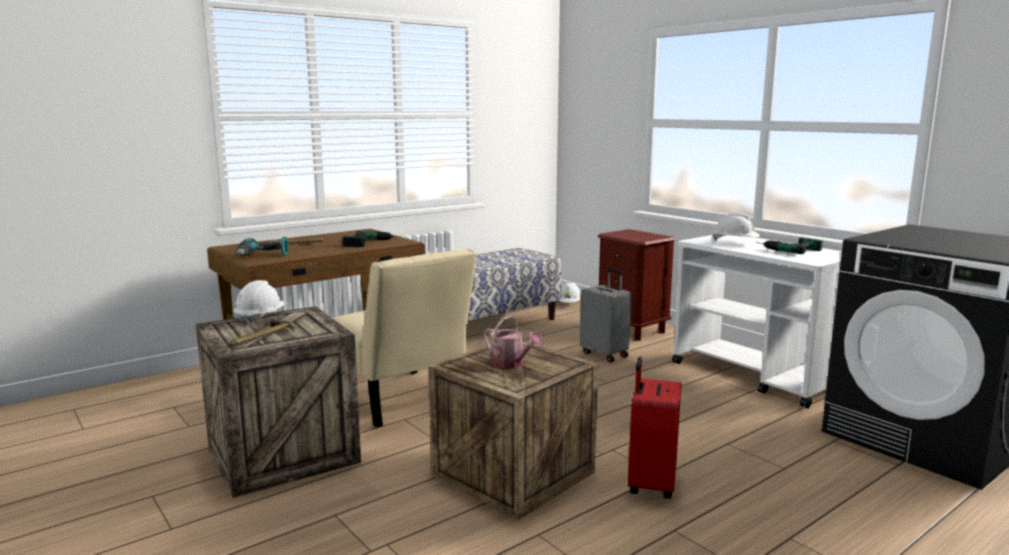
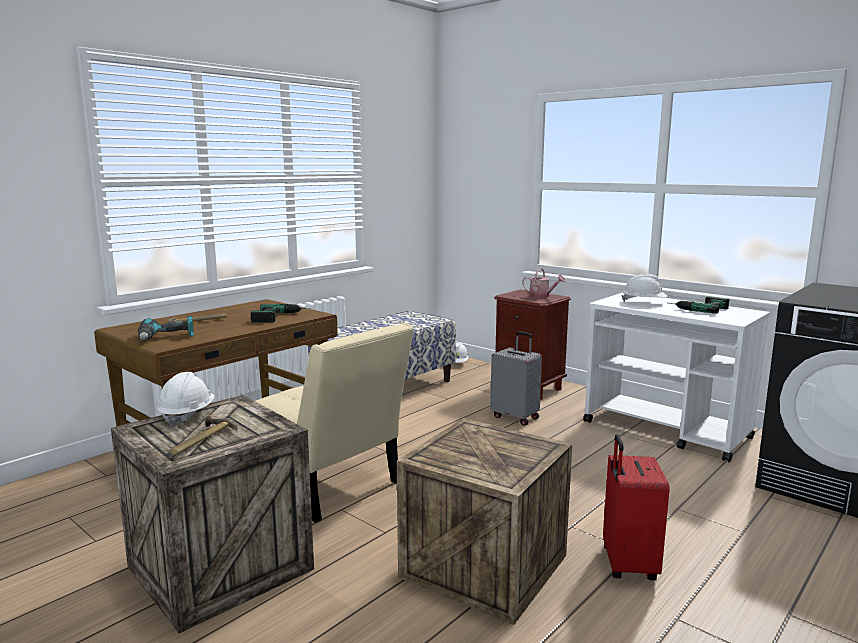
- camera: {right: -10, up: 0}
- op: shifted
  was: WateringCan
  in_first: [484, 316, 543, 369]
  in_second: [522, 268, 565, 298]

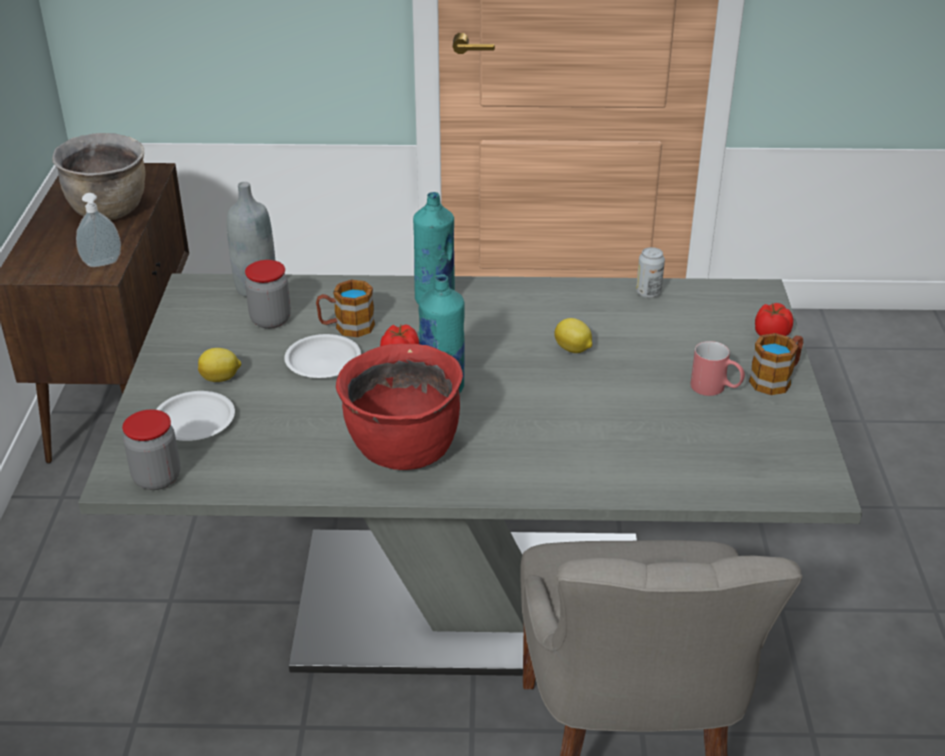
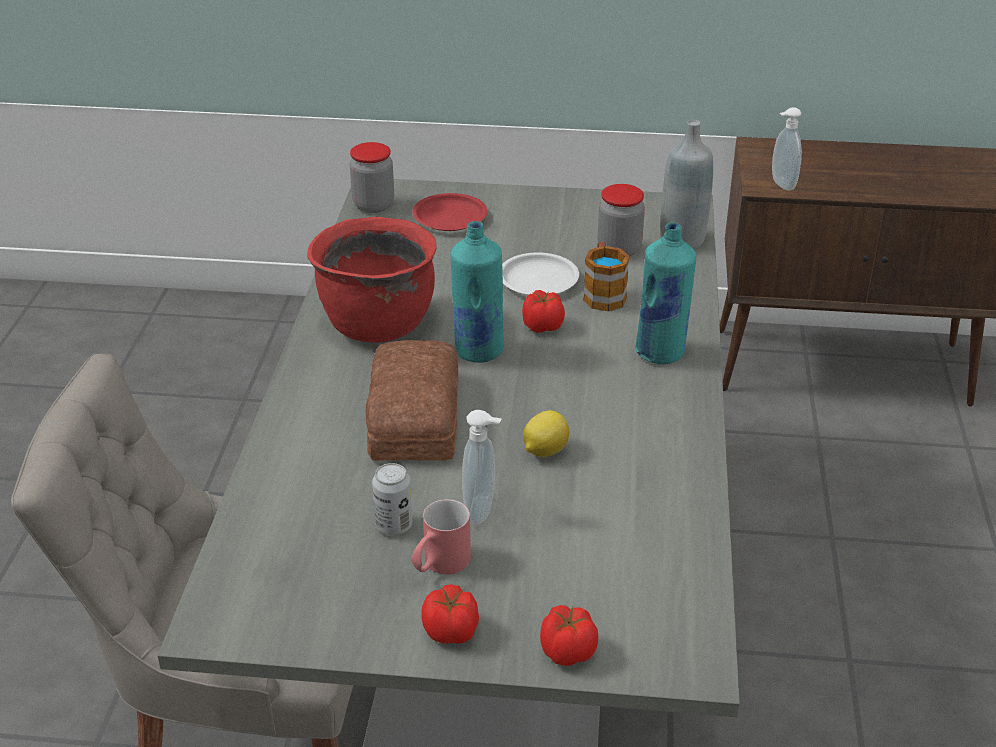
- camera: {right: 95, up: 0}
- op: new
  now: Bread
  in_second: [366, 340, 458, 461]
- op: shifted
  was: Can
  in_first: [636, 247, 665, 298]
  in_second: [372, 463, 413, 535]
- op: repainted
  was: WhitePlate
  now: RedPlate
  in_first: [156, 391, 235, 441]
  in_second: [412, 193, 488, 231]
- op: swapped
  was: Mug
  now: Tomato
  in_first: [749, 333, 803, 395]
  in_second: [421, 584, 479, 644]
- op: new
  now: SoapDispenser
  in_second: [462, 410, 502, 525]
- op: gone
  was: BrownCookingPot
  in_first: [52, 133, 145, 220]
- op: gone
  was: Lemon
  in_first: [198, 348, 241, 382]

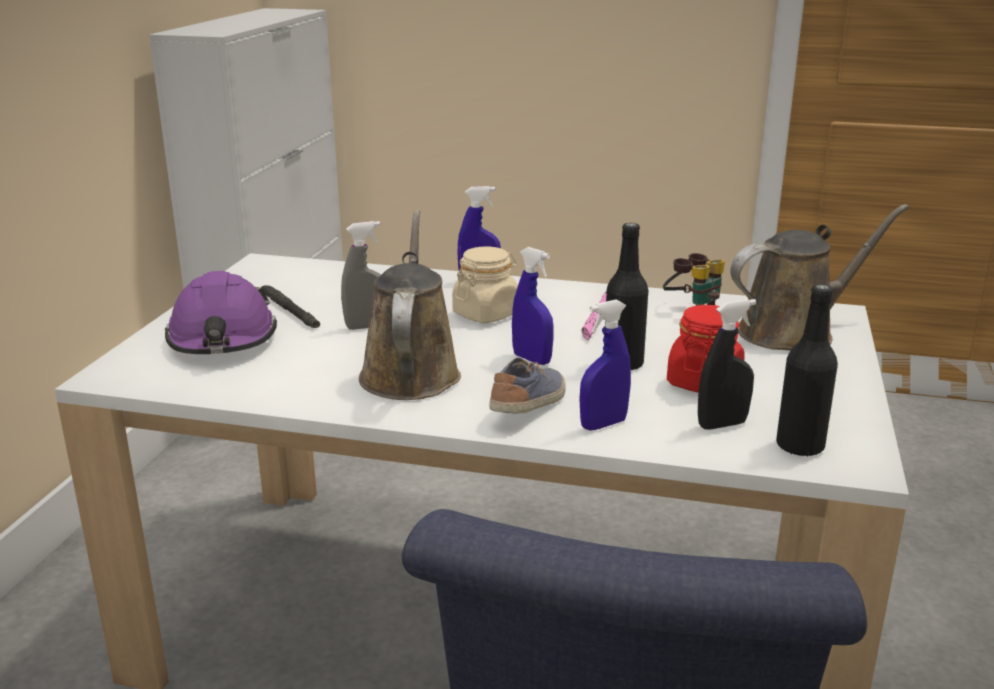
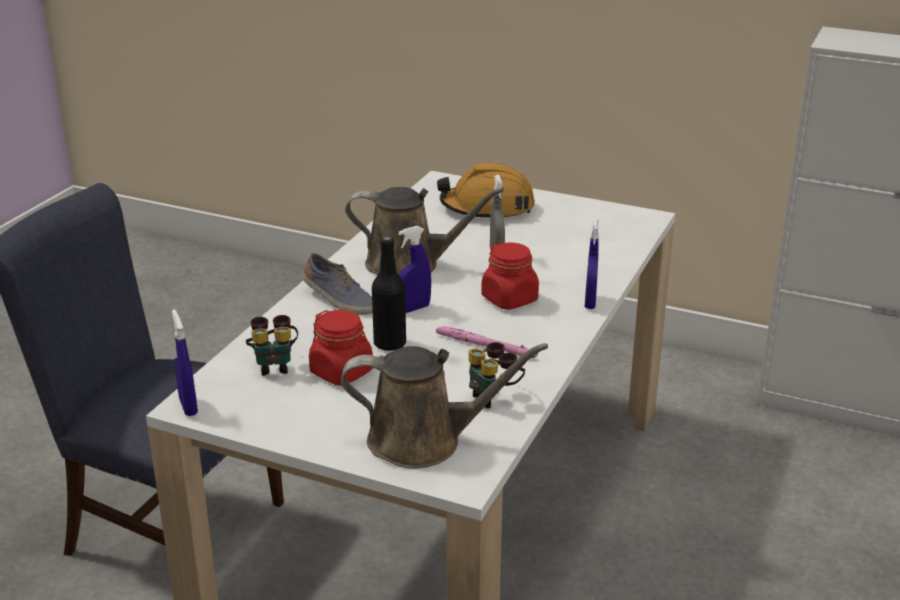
- camera: {right: 100, up: 5}
- op: shifted
  was: BlueSprayBottle
  in_first: [579, 299, 631, 431]
  in_second: [172, 309, 198, 416]
- op: swapped
  was: BlackSprayBottle
  now: Binoculars
  in_first: [698, 299, 756, 430]
  in_second: [246, 315, 298, 376]
- op: rotated
  was: BrownWateringCan
  in_first: [730, 204, 909, 351]
  in_second: [341, 343, 548, 469]
  clockwise: -75
- op: repainted
  was: PurpleHardHat
  now: OrangeHardHat
  in_first: [165, 271, 277, 354]
  in_second: [437, 163, 535, 218]
- op: repainted
  was: BeigeJar
  now: RedJar
  in_first: [452, 247, 518, 323]
  in_second: [481, 242, 539, 310]
- op: gone
  was: BlackFlashlight
  in_first: [261, 285, 320, 328]
- op: gone
  was: BlackBottle
  in_first: [776, 284, 838, 457]

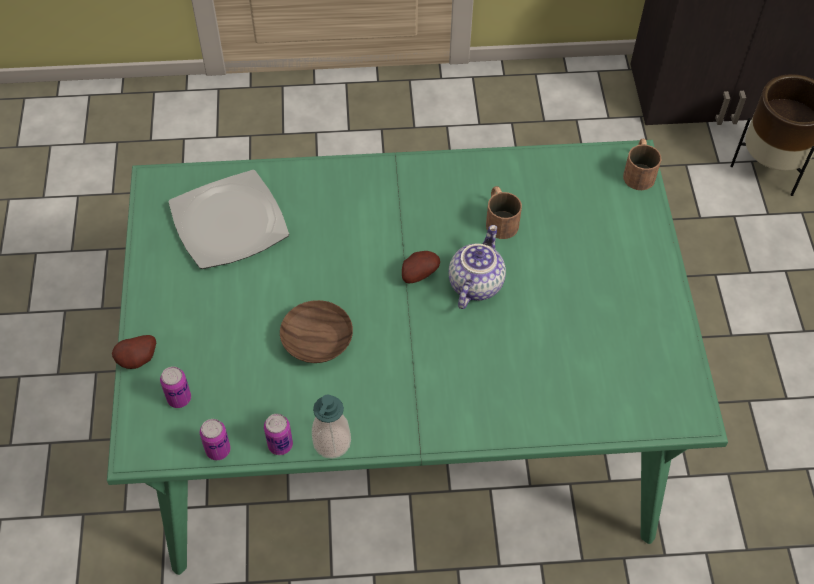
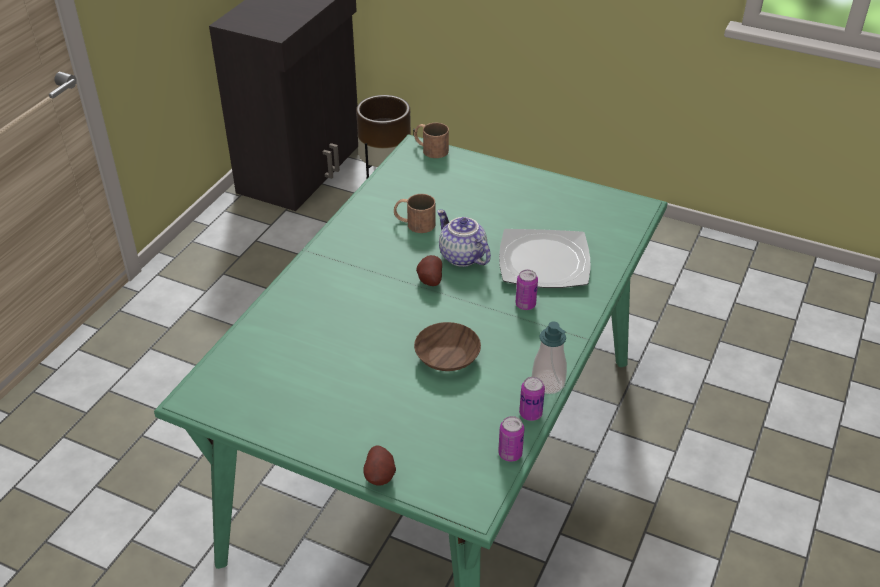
- camera: {right: -60, up: -15}
- op: shifted
  was: Plate
  in_first: [168, 170, 289, 269]
  in_second: [499, 229, 590, 288]
- op: shifted
  was: Can
  in_first: [160, 366, 191, 408]
  in_second: [515, 270, 538, 310]

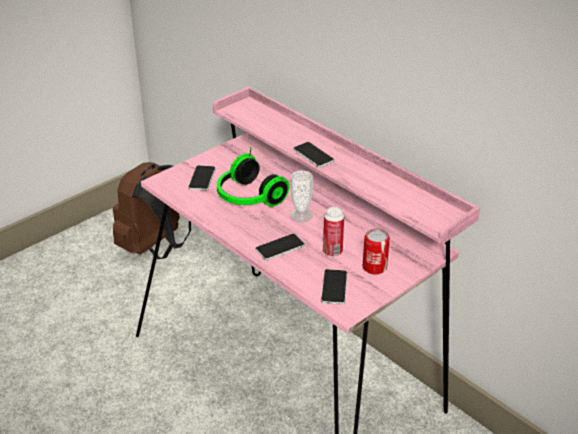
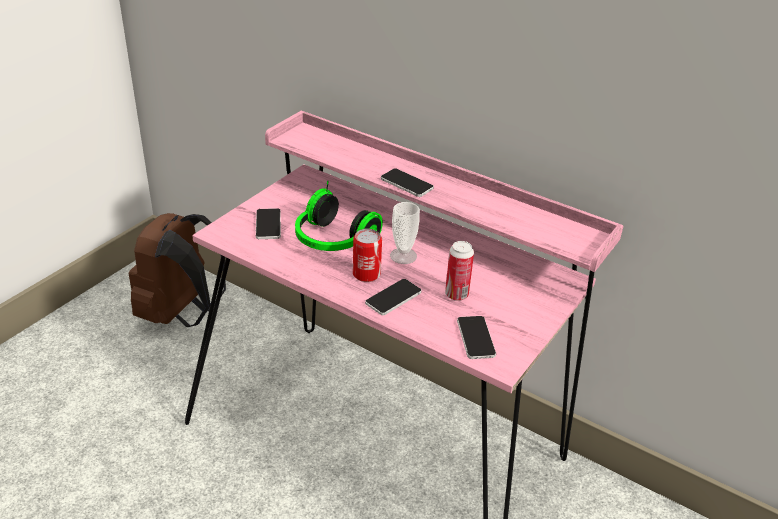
- camera: {right: -15, up: 0}
- op: shifted
  was: Can
  in_first: [363, 228, 390, 275]
  in_second: [353, 229, 382, 282]

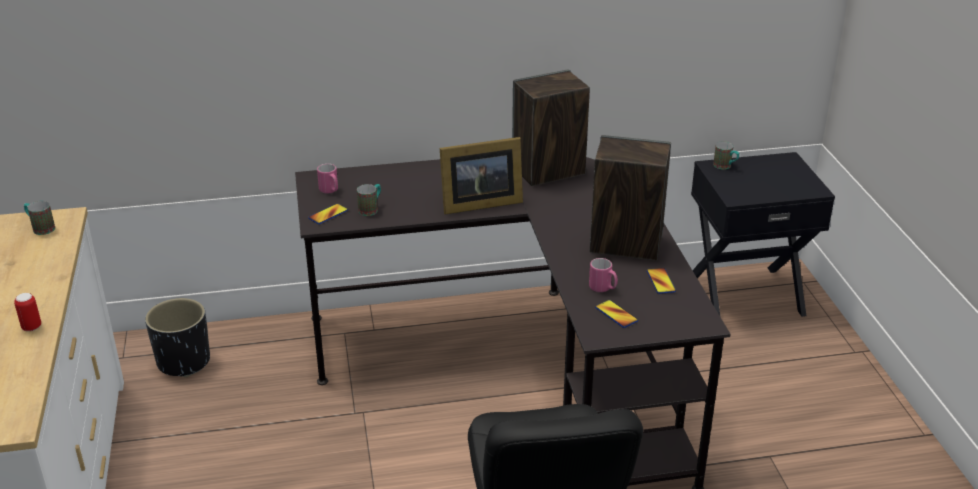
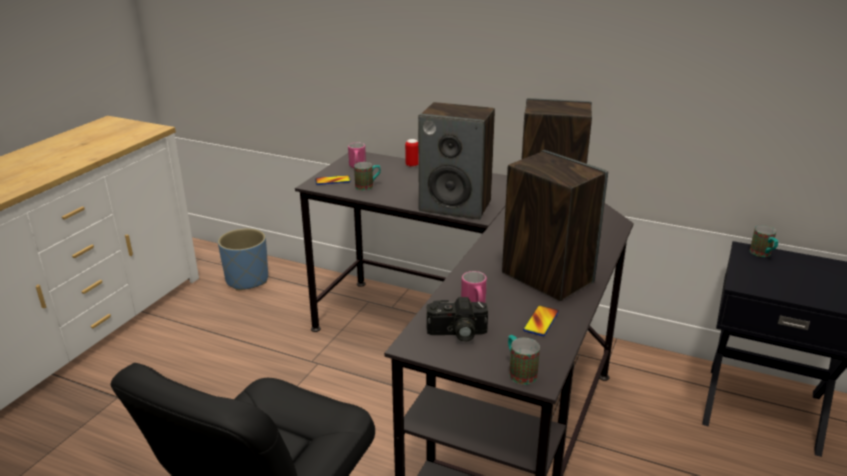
- camera: {right: 35, up: -5}
- op: repainted
  was: BlackPlanter
  now: BluePlanter
  in_first: [145, 298, 210, 378]
  in_second: [218, 228, 268, 291]
- op: shifted
  was: Can
  in_first: [14, 293, 41, 331]
  in_second: [405, 139, 418, 167]
- op: swapped
  was: PictureFrame
  now: Speaker
  in_first: [440, 137, 523, 214]
  in_second: [418, 102, 495, 220]
- op: swapped
  was: Phone
  now: PhotoCamera
  in_first: [595, 300, 638, 328]
  in_second: [426, 297, 488, 342]
- op: shifted
  was: Mug
  in_first: [24, 201, 55, 235]
  in_second: [508, 335, 540, 384]

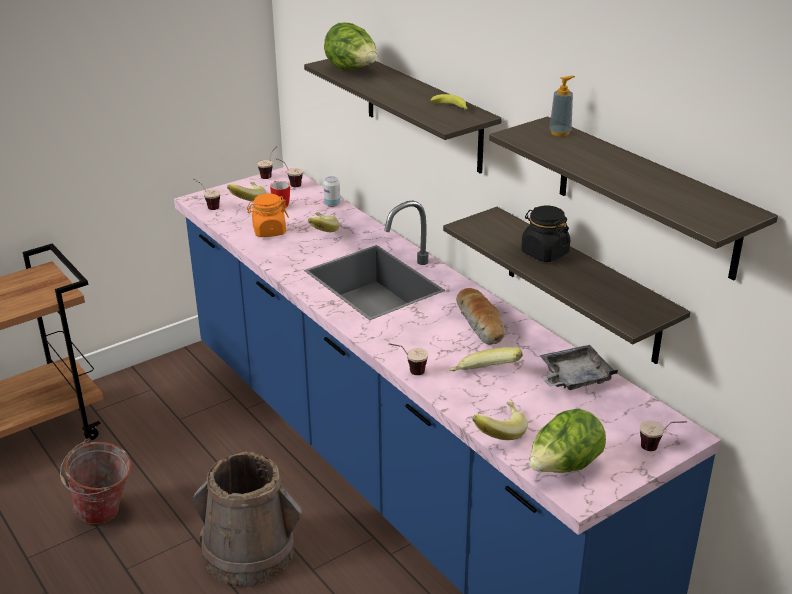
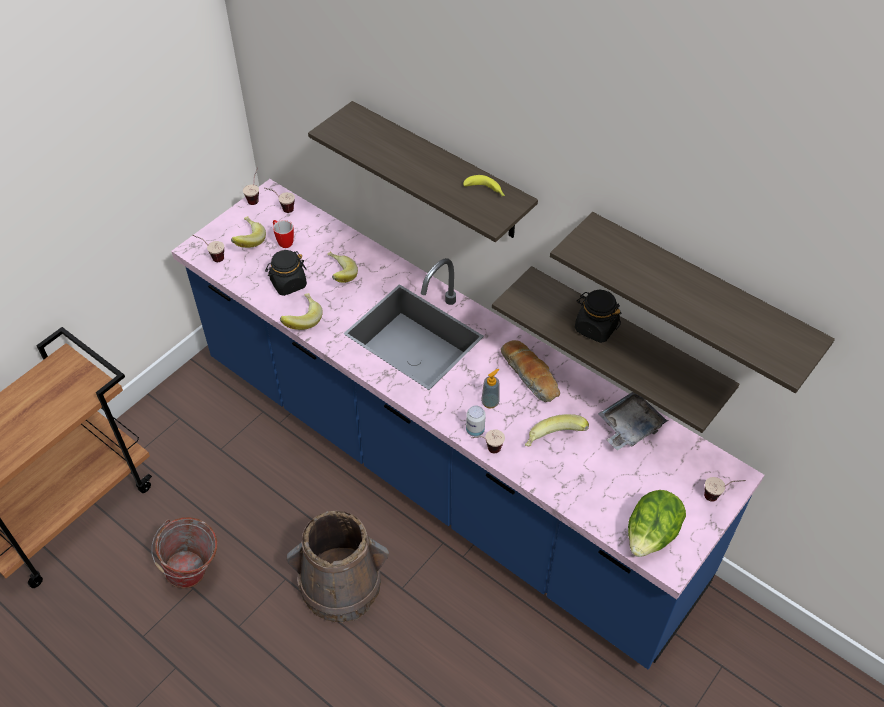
- camera: {right: -15, up: 20}
- op: repainted
  was: OrangeJar
  now: BlackJar
  in_first: [247, 193, 289, 237]
  in_second: [265, 250, 307, 296]
- op: shifted
  was: Banana
  in_first: [472, 401, 528, 440]
  in_second: [280, 293, 323, 330]
- op: shifted
  was: Can
  in_first: [324, 176, 340, 207]
  in_second: [466, 406, 486, 437]
- op: shifted
  was: SoapDispenser
  in_first: [549, 76, 575, 136]
  in_second: [481, 369, 500, 409]
- op: gone
  was: Lettuce
  in_first: [324, 23, 377, 70]

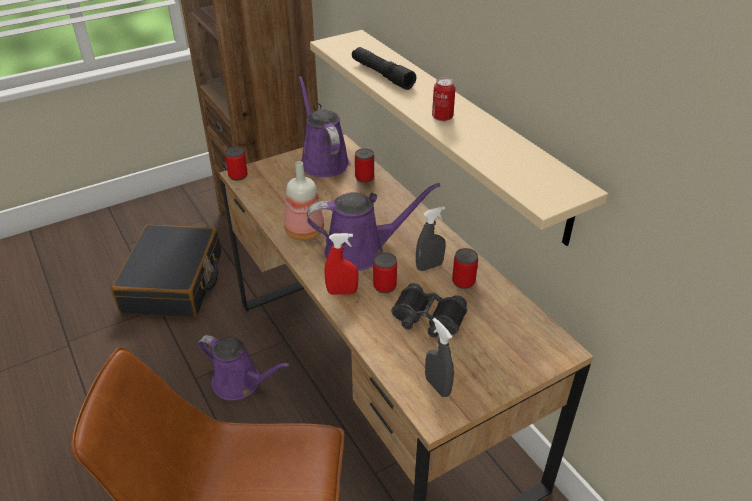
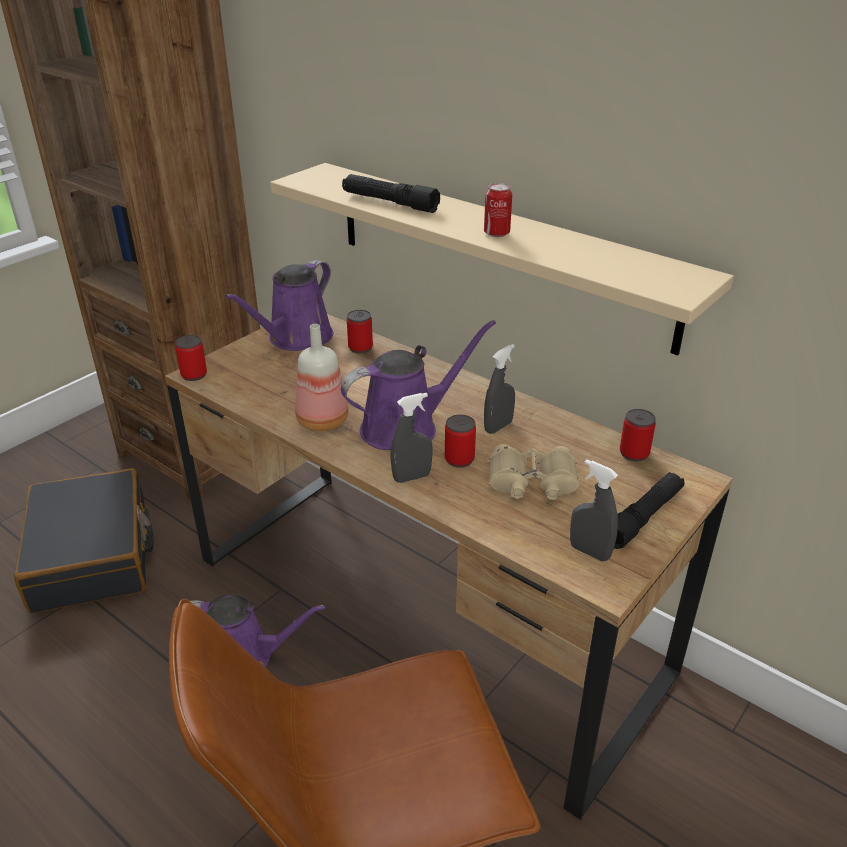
- camera: {right: -20, up: -5}
- op: rotated
  was: PurpleWateringCan
  in_first: [299, 76, 349, 177]
  in_second: [225, 260, 333, 351]
  clockwise: -105
- op: repainted
  was: RedSprayBottle
  now: GreySprayBottle
  in_first: [325, 233, 358, 295]
  in_second: [390, 393, 433, 483]
- op: repainted
  was: BlackBinoculars
  now: BeigeBinoculars
  in_first: [391, 283, 467, 338]
  in_second: [489, 444, 580, 500]
- op: new
  now: BlackFlashlight
  in_second: [614, 472, 685, 549]
- op: shifted
  was: Can
  in_first: [452, 248, 478, 289]
  in_second: [620, 409, 656, 461]

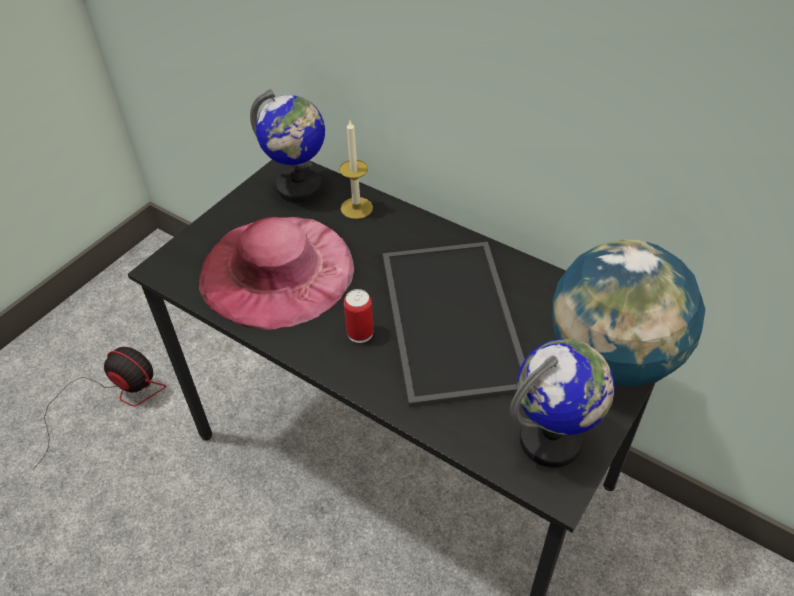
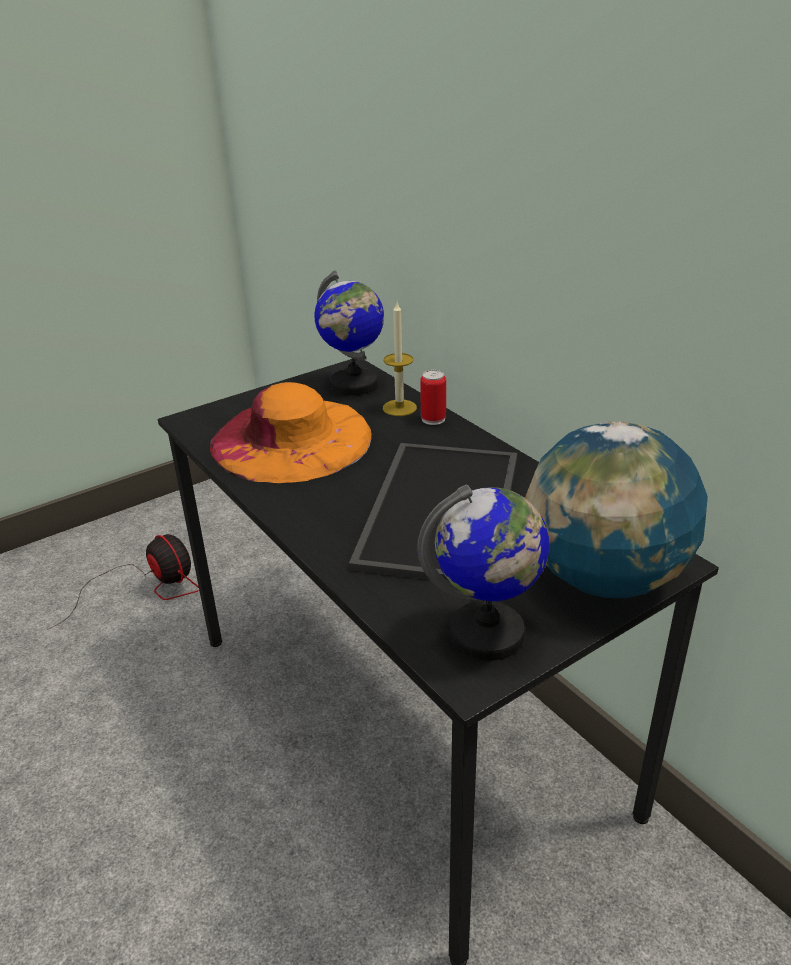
- camera: {right: 20, up: -15}
- op: repainted
  was: PinkHat
  now: OrangeHat
  in_first: [199, 217, 354, 330]
  in_second: [210, 382, 372, 483]
- op: shifted
  was: Can
  in_first: [344, 289, 374, 343]
  in_second: [420, 370, 446, 425]

